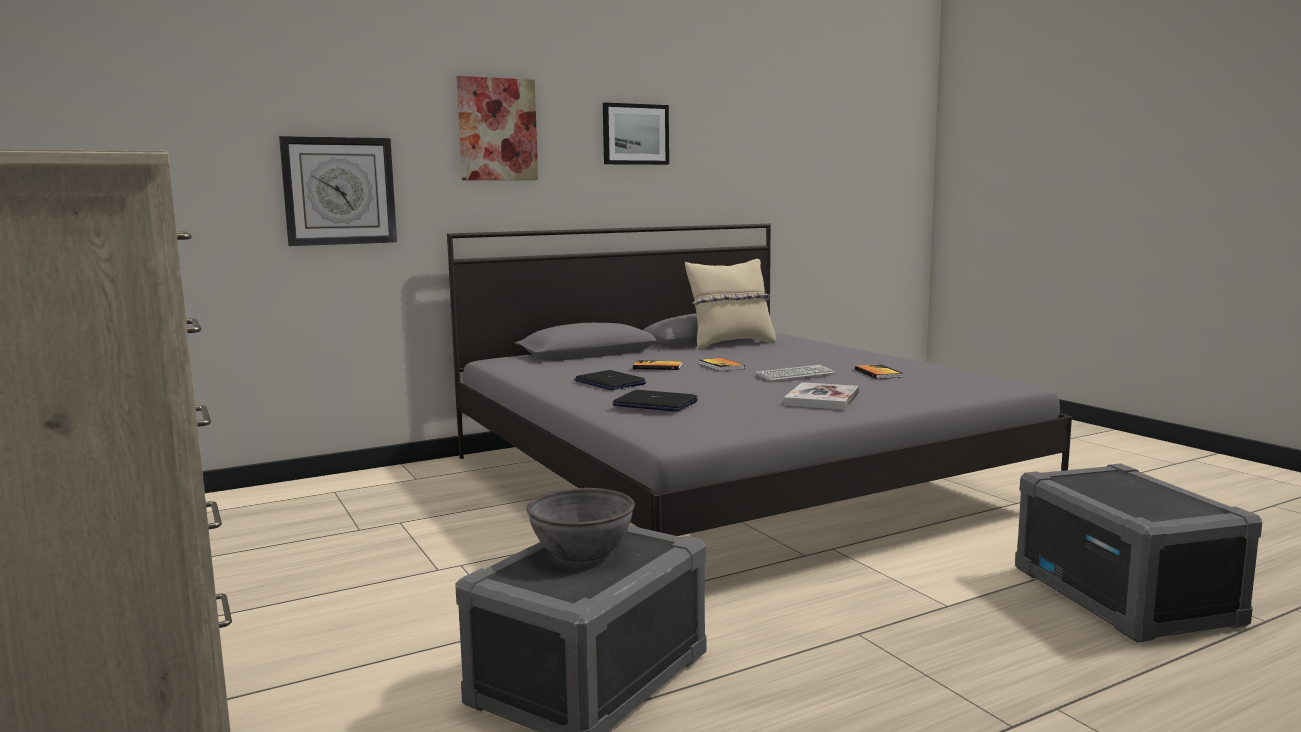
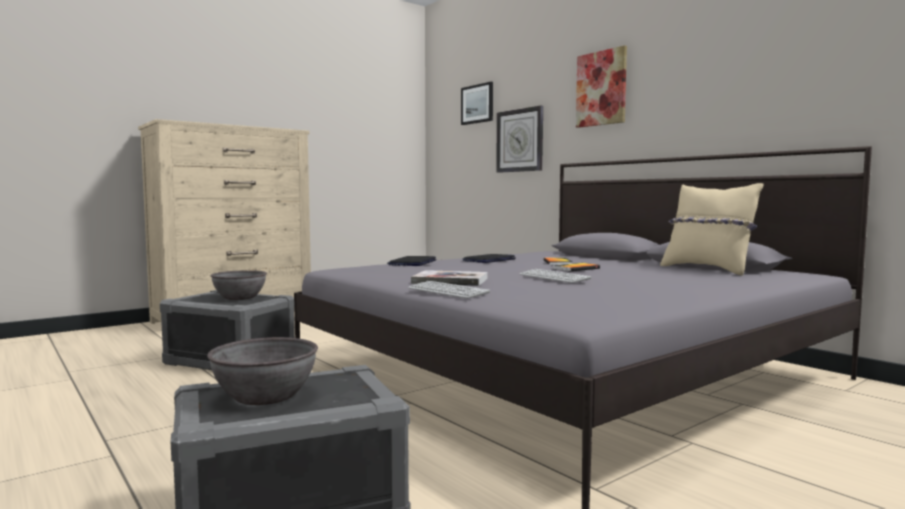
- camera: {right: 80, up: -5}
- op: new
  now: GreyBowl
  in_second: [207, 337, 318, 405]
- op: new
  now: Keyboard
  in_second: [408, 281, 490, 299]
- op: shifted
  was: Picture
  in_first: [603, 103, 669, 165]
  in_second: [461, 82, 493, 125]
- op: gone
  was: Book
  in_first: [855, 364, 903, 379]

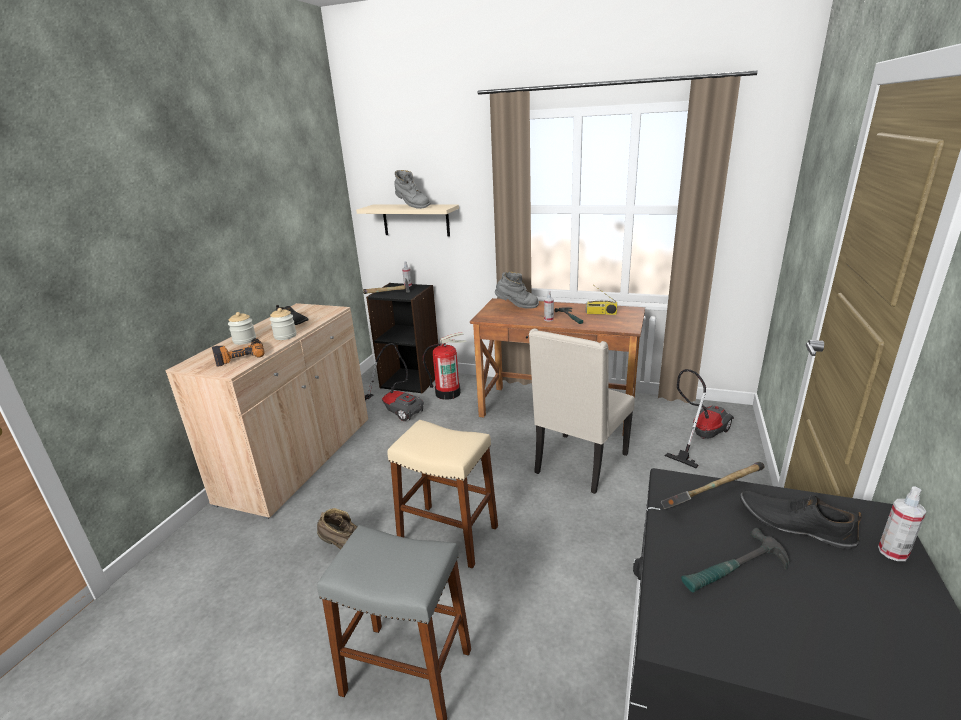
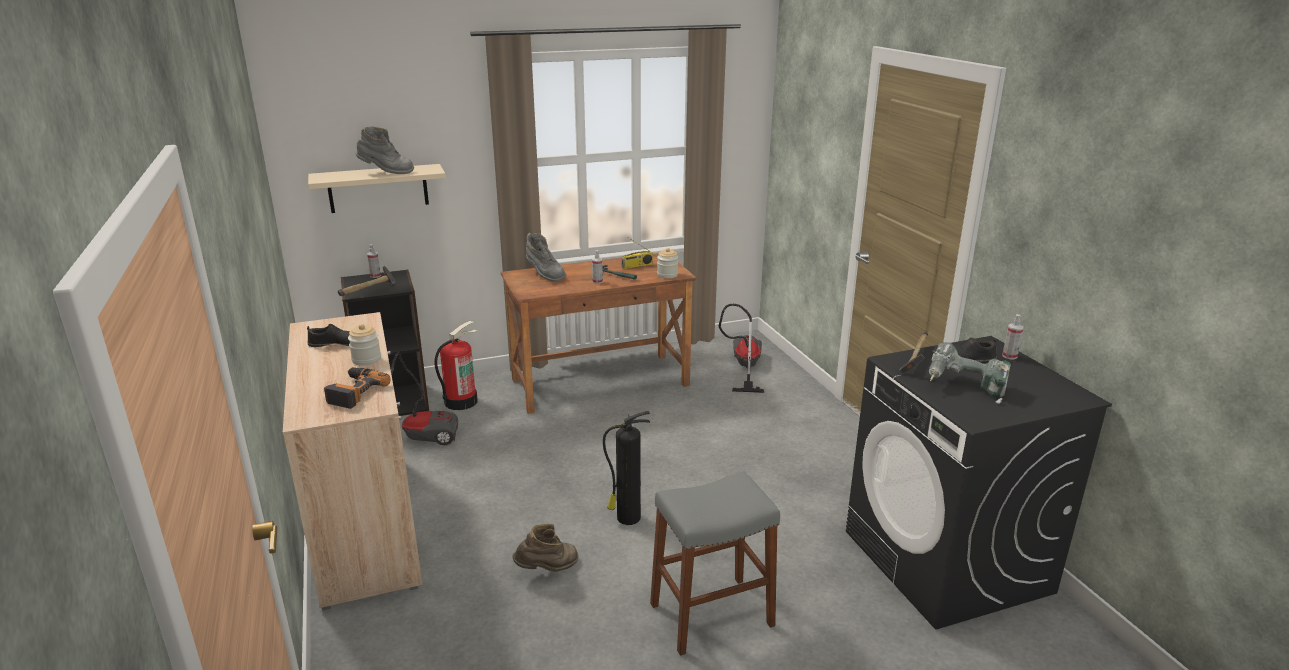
- camera: {right: -40, up: 0}
- op: rotated
  was: GreyBoot
  in_first: [495, 271, 539, 309]
  in_second: [526, 233, 566, 282]
  clockwise: 75
- op: swapped
  was: BeigeStool
  now: FireExtinguisher
  in_first: [388, 420, 498, 569]
  in_second: [603, 411, 650, 525]
- op: shifted
  was: Jar
  in_first: [228, 312, 256, 345]
  in_second: [657, 248, 678, 278]
- op: swapped
  was: Hammer
  now: PowerDrill
  in_first: [681, 528, 789, 593]
  in_second: [929, 342, 1011, 404]
- op: gone
  was: BeigeChair
  in_first: [529, 329, 635, 494]

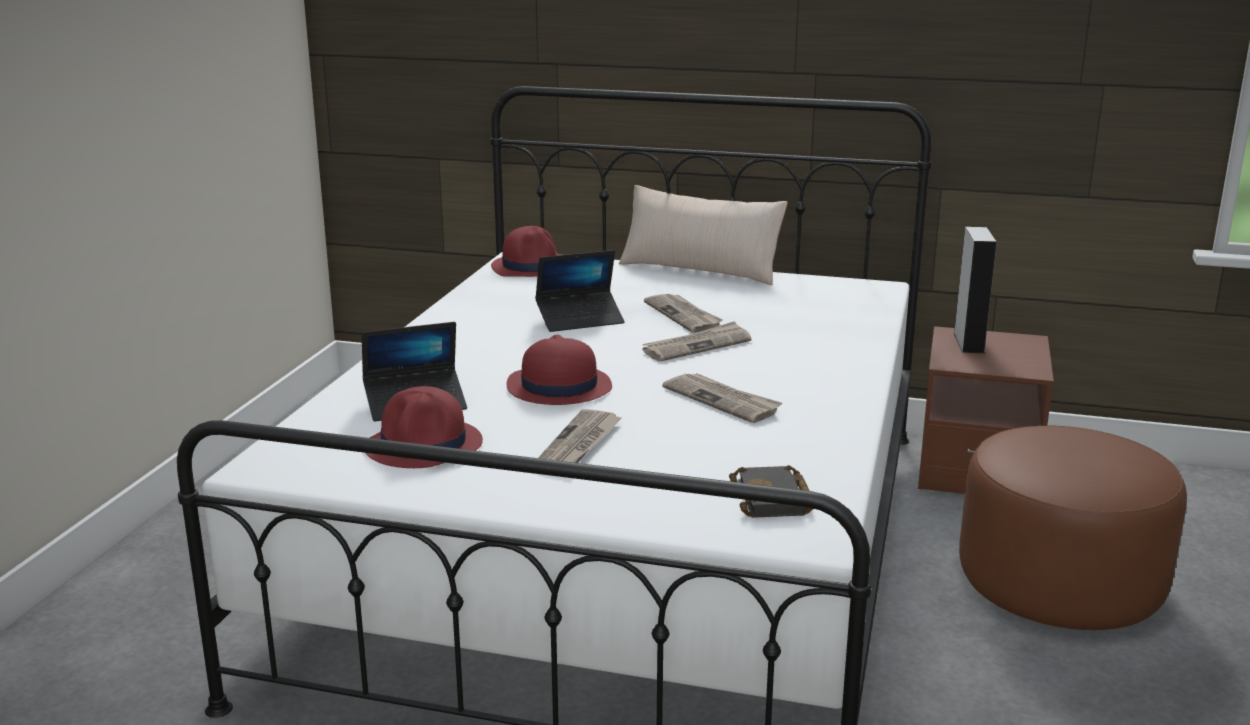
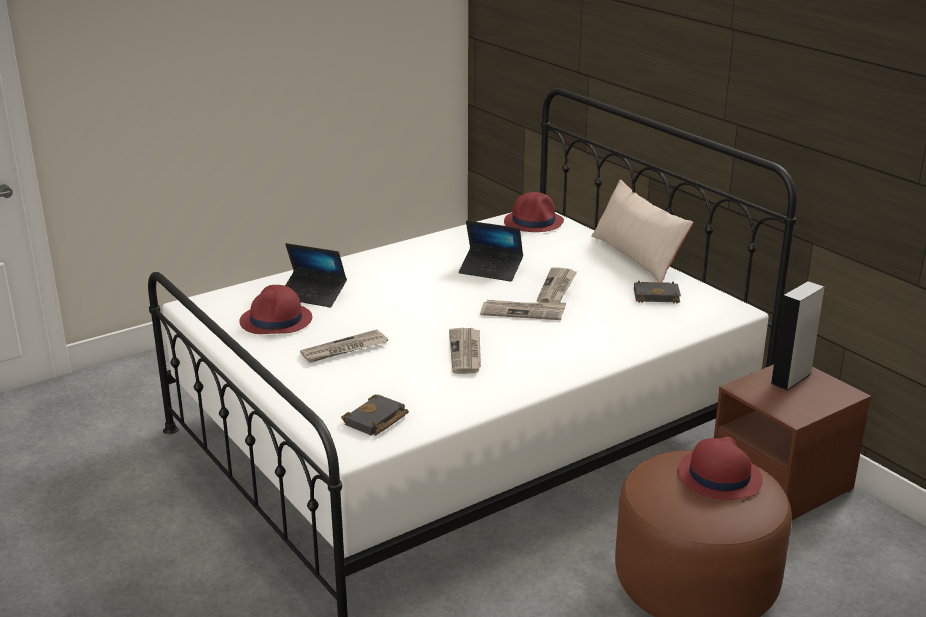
- camera: {right: 40, up: 5}
- op: new
  now: BlackBook
  in_second: [634, 281, 681, 304]
- op: shifted
  was: RedHat
  in_first: [507, 334, 612, 405]
  in_second: [677, 437, 763, 500]

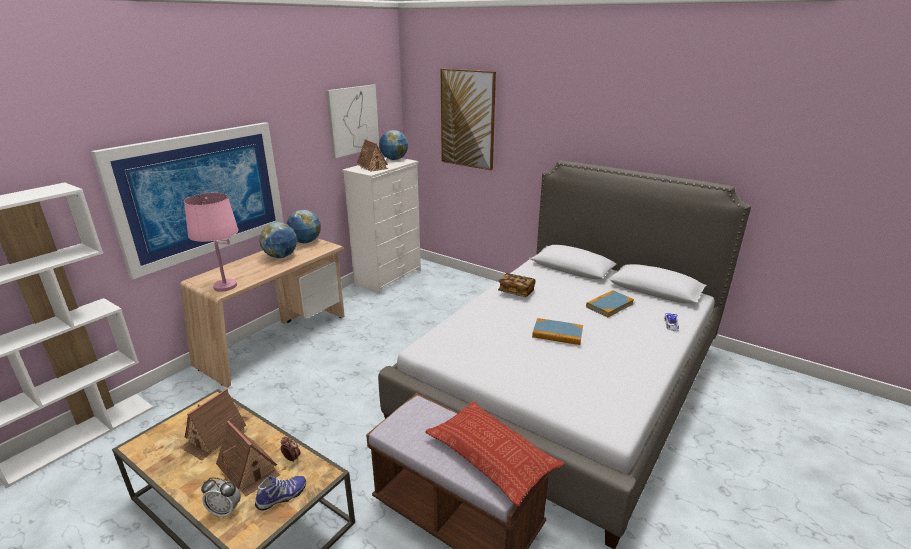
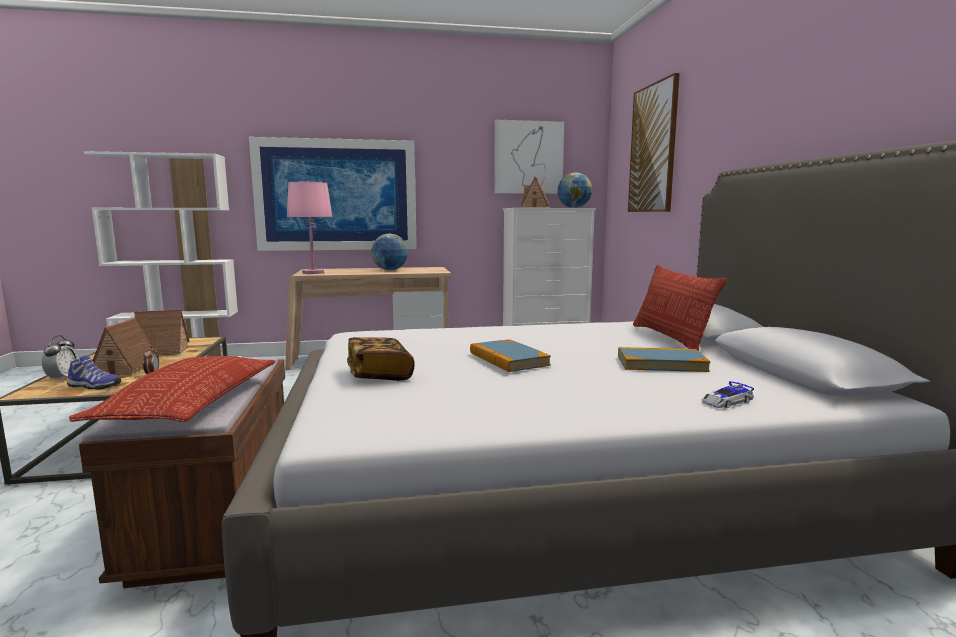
- camera: {right: 45, up: -15}
- op: rotated
  was: AlarmClock
  in_first: [201, 478, 241, 517]
  in_second: [42, 335, 78, 382]
  clockwise: -150
- op: shifted
  was: Book
  in_first: [498, 273, 535, 297]
  in_second: [347, 337, 415, 381]
- op: new
  now: Pillow
  in_second: [633, 265, 727, 351]
- op: gone
  was: Globe
  in_first: [287, 210, 321, 243]

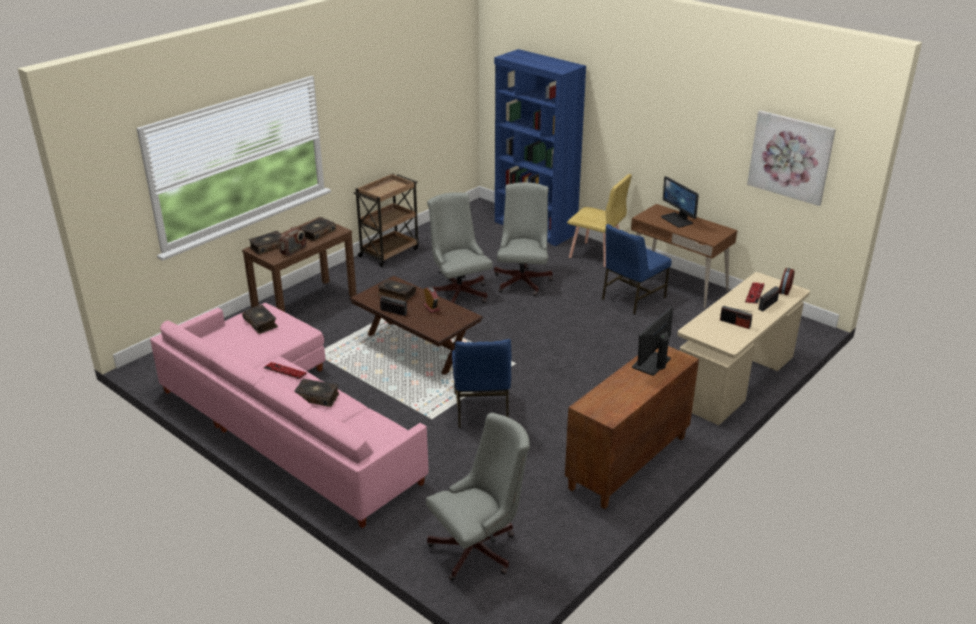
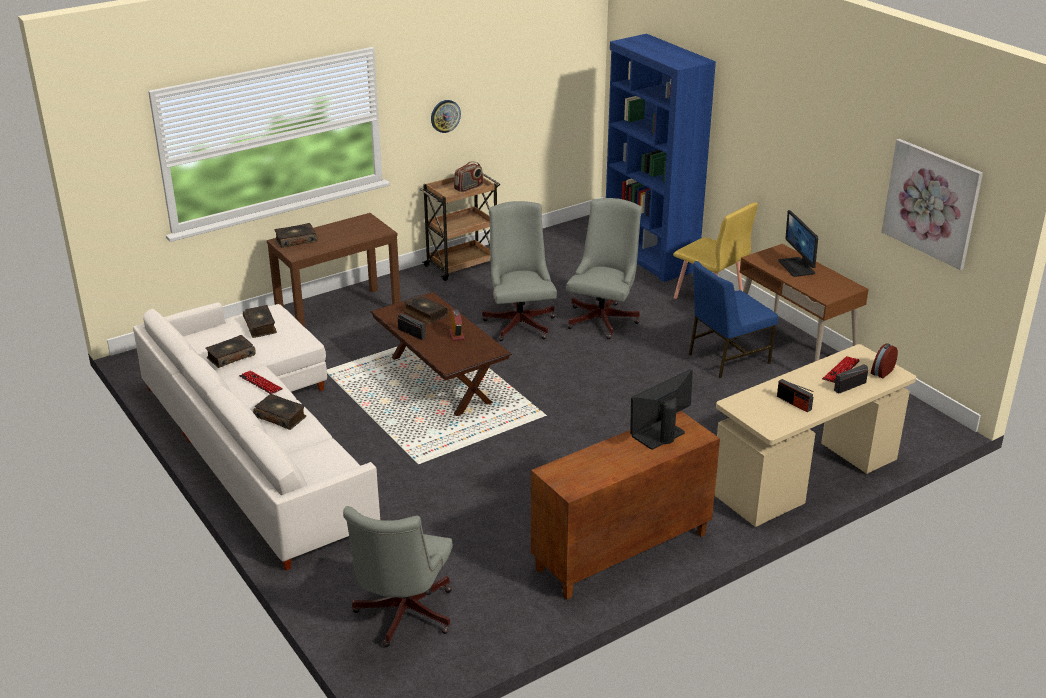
- camera: {right: 15, up: 0}
- op: repainted
  was: PinkSofa
  now: WhiteSofa
  in_first: [150, 303, 428, 528]
  in_second: [133, 302, 380, 571]
- op: shifted
  was: Book
  in_first: [301, 217, 336, 241]
  in_second: [205, 335, 256, 368]
- op: rotated
  was: GreyOfficeChair
  in_first: [426, 413, 530, 581]
  in_second: [343, 506, 453, 647]
  clockwise: 120
- op: new
  now: WallClock
  in_second: [431, 100, 461, 133]
- op: shifted
  was: Radio
  in_first: [279, 226, 306, 256]
  in_second: [454, 162, 483, 192]
- op: gone
  was: BlueChair
  in_first: [452, 339, 511, 428]

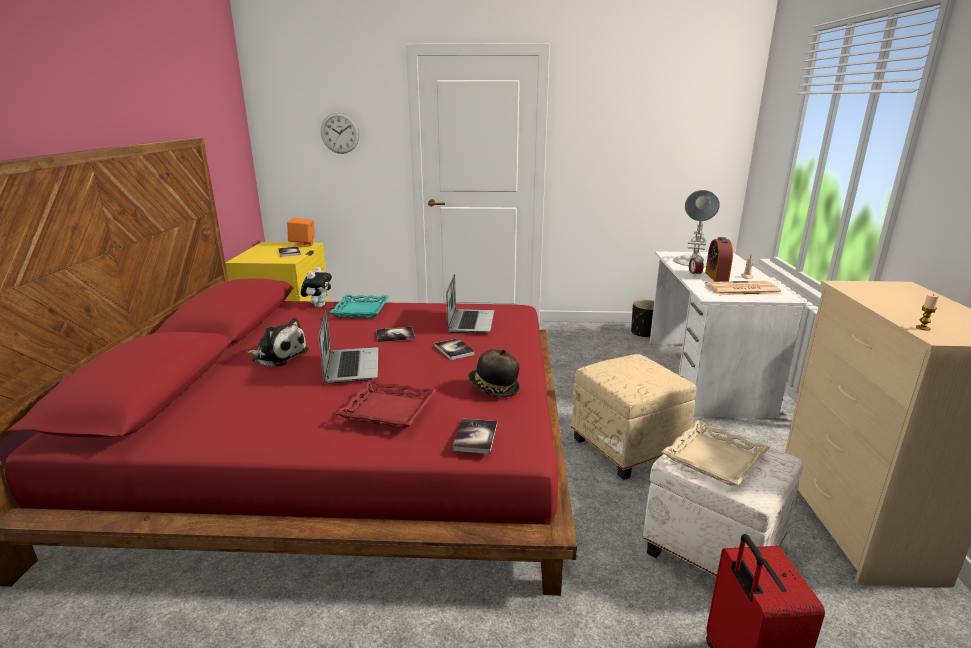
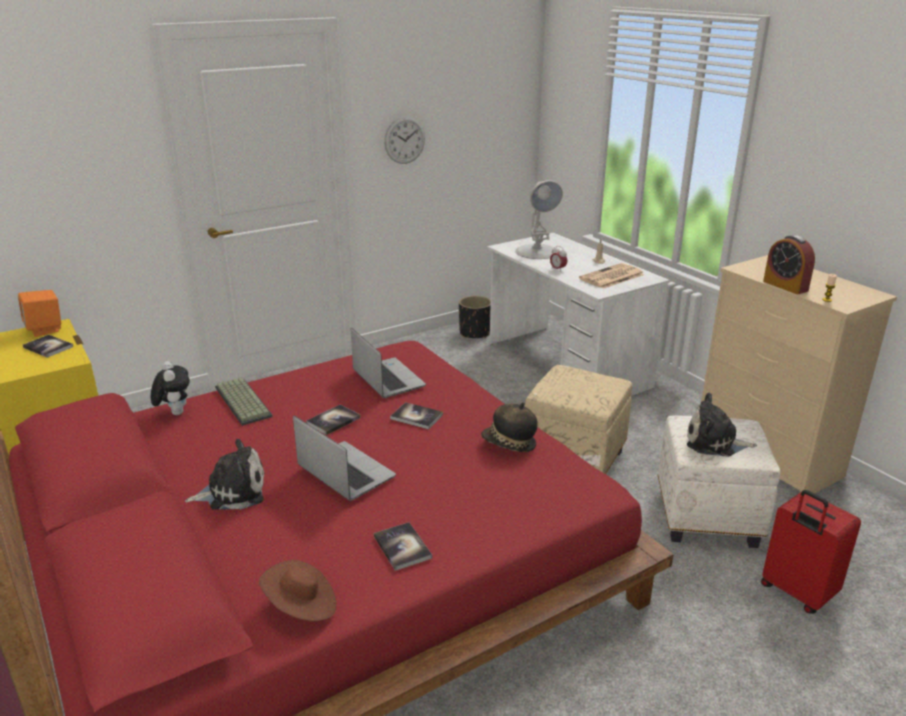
- camera: {right: -35, up: 5}
- op: swapped
  was: TurquoiseTray
  now: Keyboard
  in_first: [329, 295, 389, 318]
  in_second: [215, 377, 273, 426]
- op: new
  now: BrownHat
  in_second: [259, 560, 336, 621]
- op: shifted
  was: Book
  in_first: [452, 418, 497, 454]
  in_second: [374, 522, 432, 571]
- op: shifted
  was: WallClock
  in_first: [321, 112, 360, 154]
  in_second: [384, 116, 425, 164]
- op: swapped
  was: BeigeTray
  now: PlushToy
  in_first: [662, 420, 770, 486]
  in_second: [687, 393, 757, 457]
- op: shifted
  was: AlarmClock
  in_first: [705, 237, 733, 282]
  in_second: [763, 235, 815, 294]
- op: gone
  was: RedTray
  in_first: [336, 381, 436, 429]

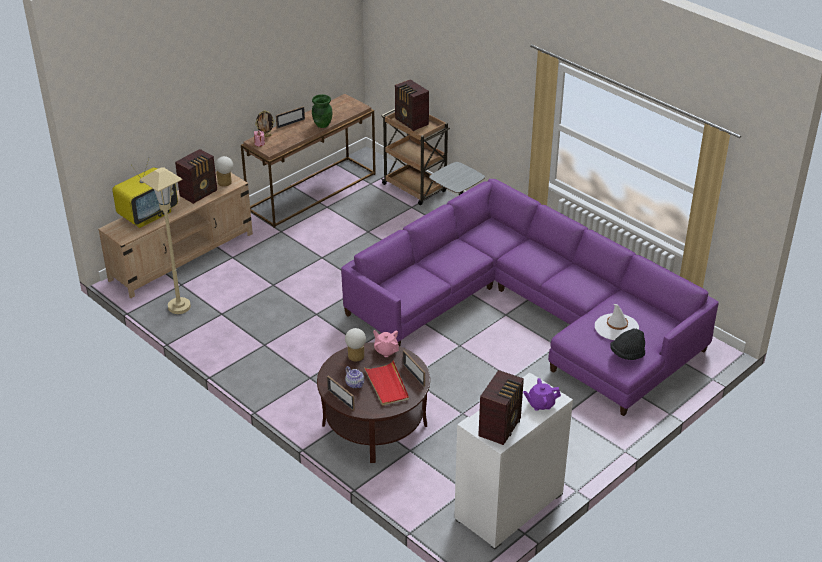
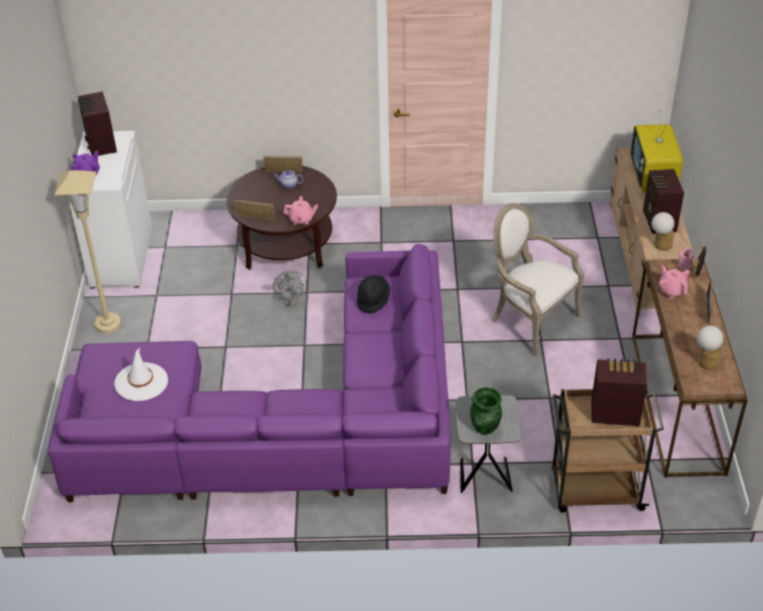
- camera: {right: 135, up: 5}
- op: shifted
  was: BeigeFloorLamp
  in_first: [140, 168, 191, 314]
  in_second: [54, 170, 121, 334]
- op: new
  now: GreyFan
  in_second: [273, 270, 307, 307]
- op: shifted
  was: BlackHat
  in_first: [610, 328, 645, 360]
  in_second: [357, 275, 390, 314]
- op: shifted
  was: GreenVase
  in_first: [312, 94, 332, 128]
  in_second: [470, 387, 502, 435]
- op: new
  now: Armchair
  in_second: [492, 203, 584, 357]
- op: new
  now: PinkTeapot
  in_second: [659, 265, 690, 298]
- op: shifted
  was: TableLamp
  in_first: [345, 328, 366, 361]
  in_second: [697, 325, 723, 370]
- op: gone
  was: RedTray
  in_first: [364, 360, 409, 406]

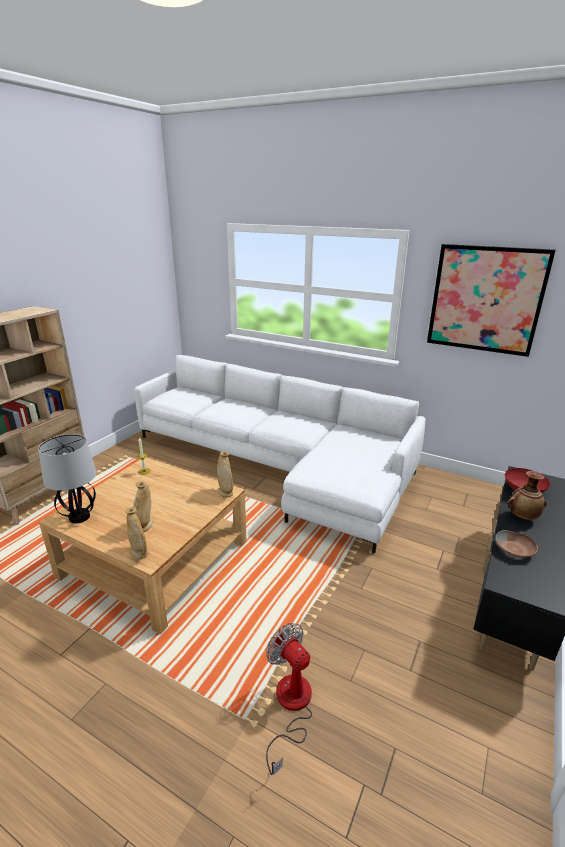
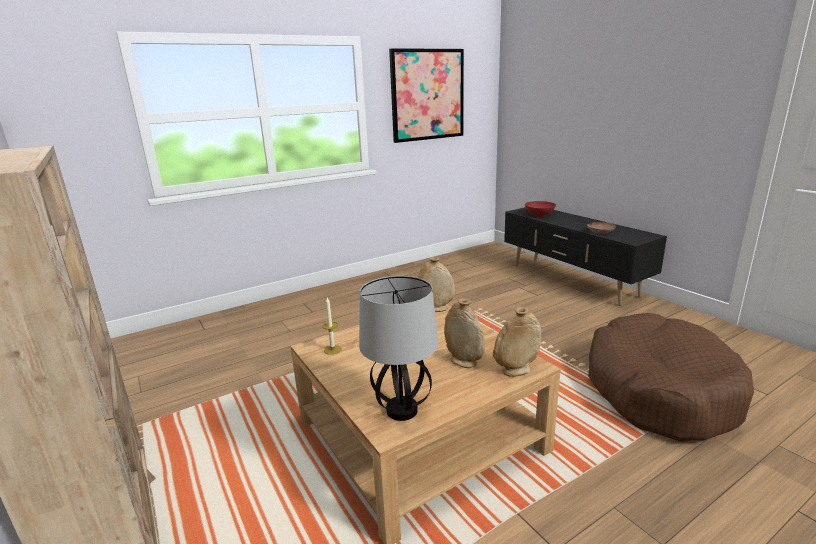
- camera: {right: -60, up: -5}
- op: swapped
  was: Fan
  now: BrownDogBed
  in_first: [266, 623, 312, 775]
  in_second: [588, 313, 754, 442]
- op: gone
  was: WhiteSofa
  in_first: [134, 355, 426, 554]
- op: gone
  was: Vase
  in_first: [507, 471, 547, 520]

